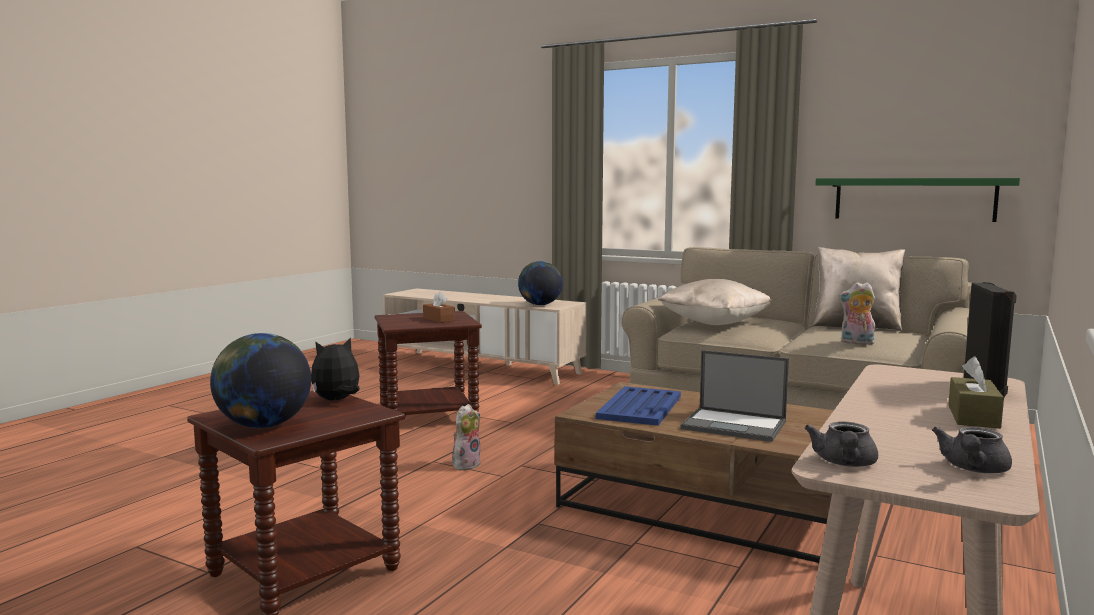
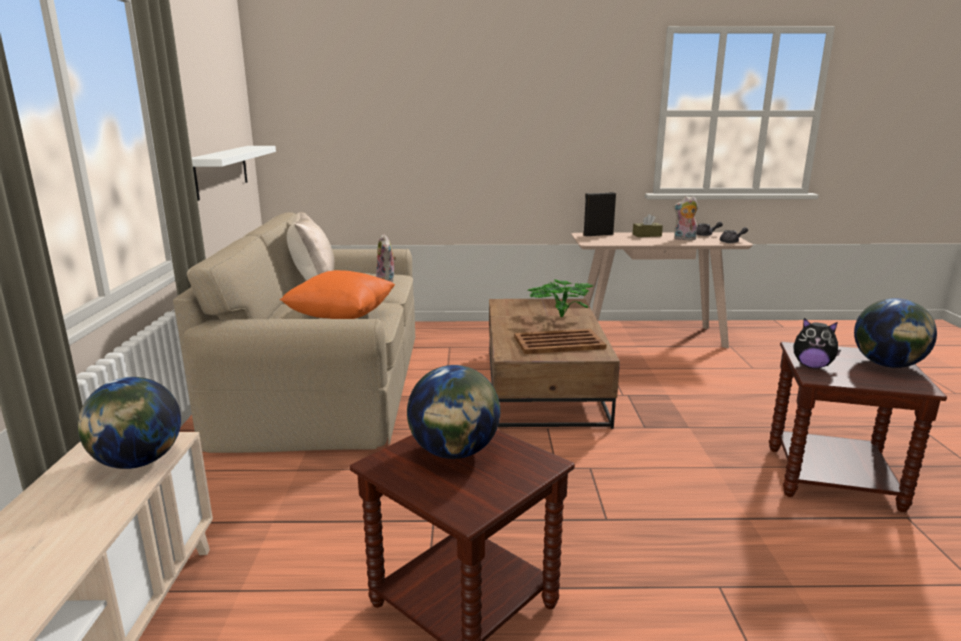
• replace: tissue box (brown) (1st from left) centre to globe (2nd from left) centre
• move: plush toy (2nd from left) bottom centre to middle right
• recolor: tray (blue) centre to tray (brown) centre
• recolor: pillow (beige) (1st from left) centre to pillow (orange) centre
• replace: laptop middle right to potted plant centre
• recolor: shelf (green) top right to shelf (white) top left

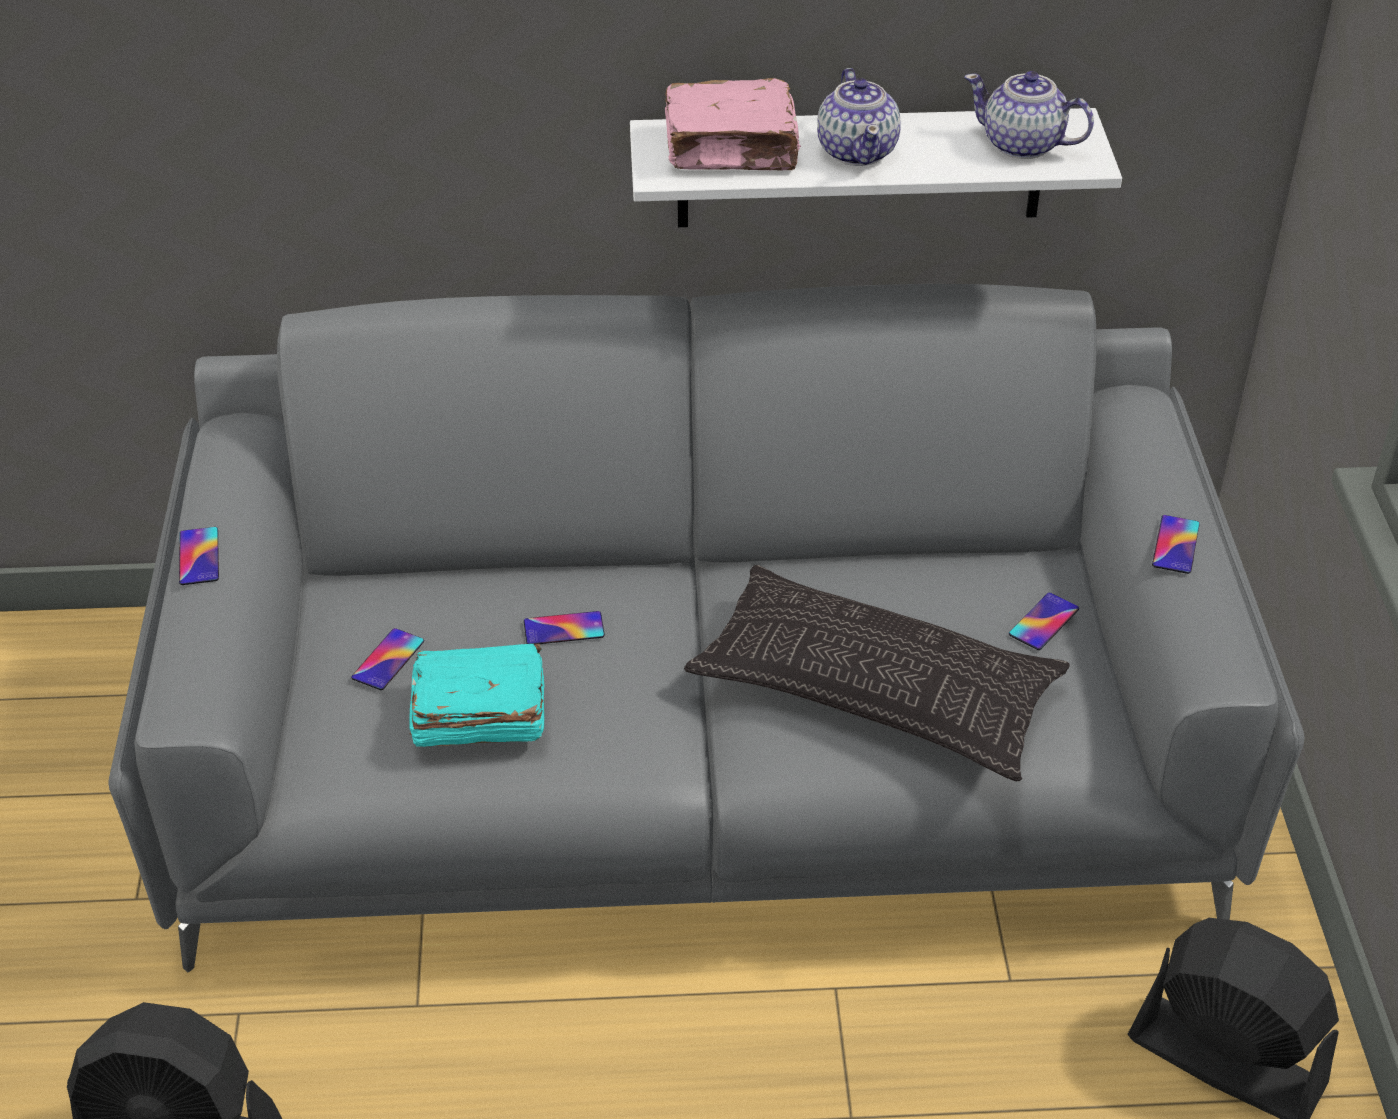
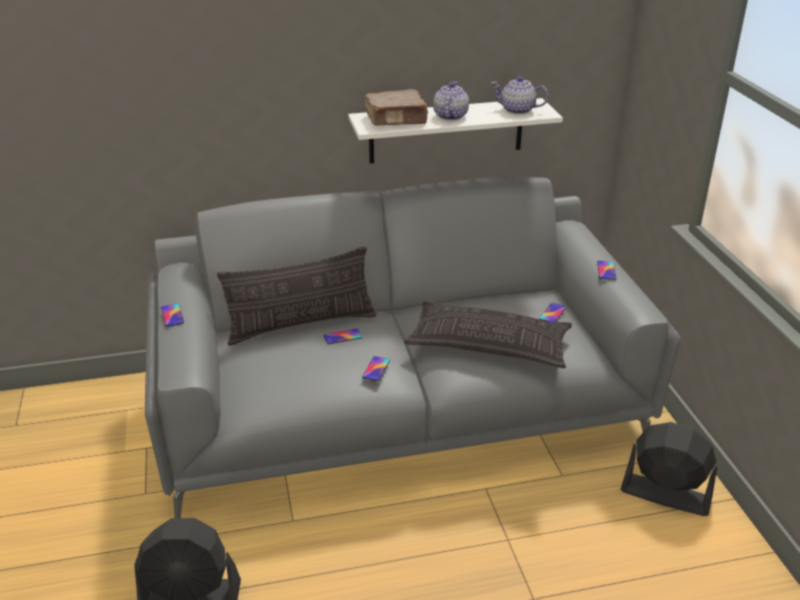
• move: phone (2nd from left in the first image) middle left to phone (3rd from left) centre
• delete: book (turquoise) centre
• recolor: book (pink) top centre to book (brown) top centre
• rotate: teapot (1st from left) top centre = top centre 150 degrees counterclockwise
• insert: pillow (1st from left) centre

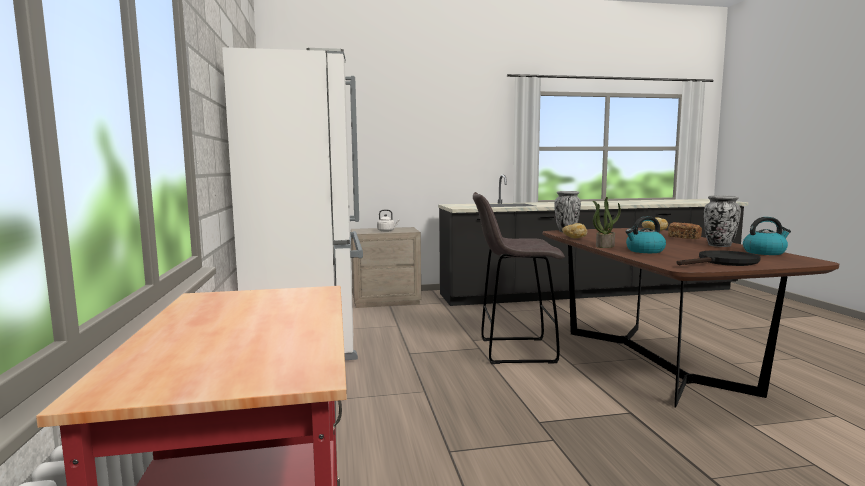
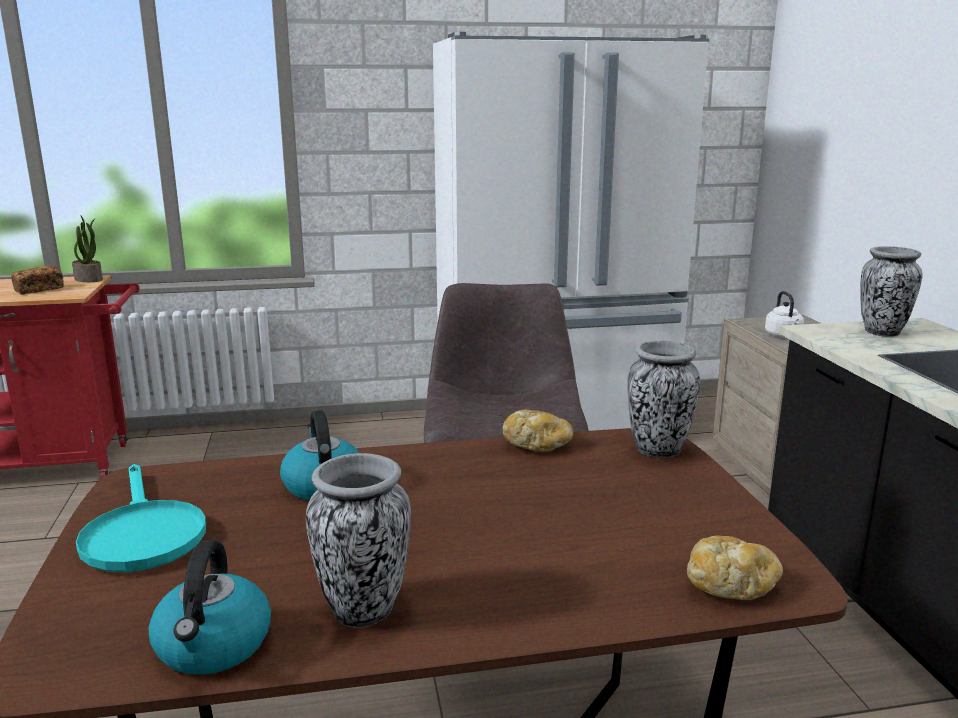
• move: potted plant middle right to middle left
• move: bread (3rd from left in the first image) middle right to bread (1st from left) middle left
• recolor: frying pan (black) middle right to frying pan (turquoise) bottom left
• insert: vase (3rd from left) middle right

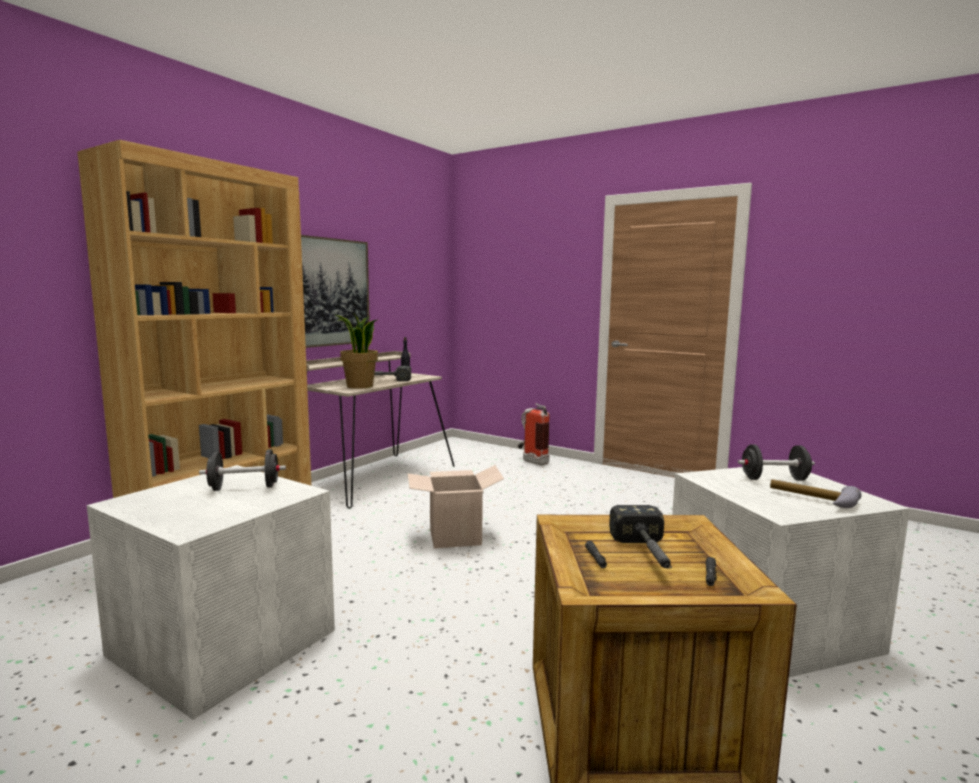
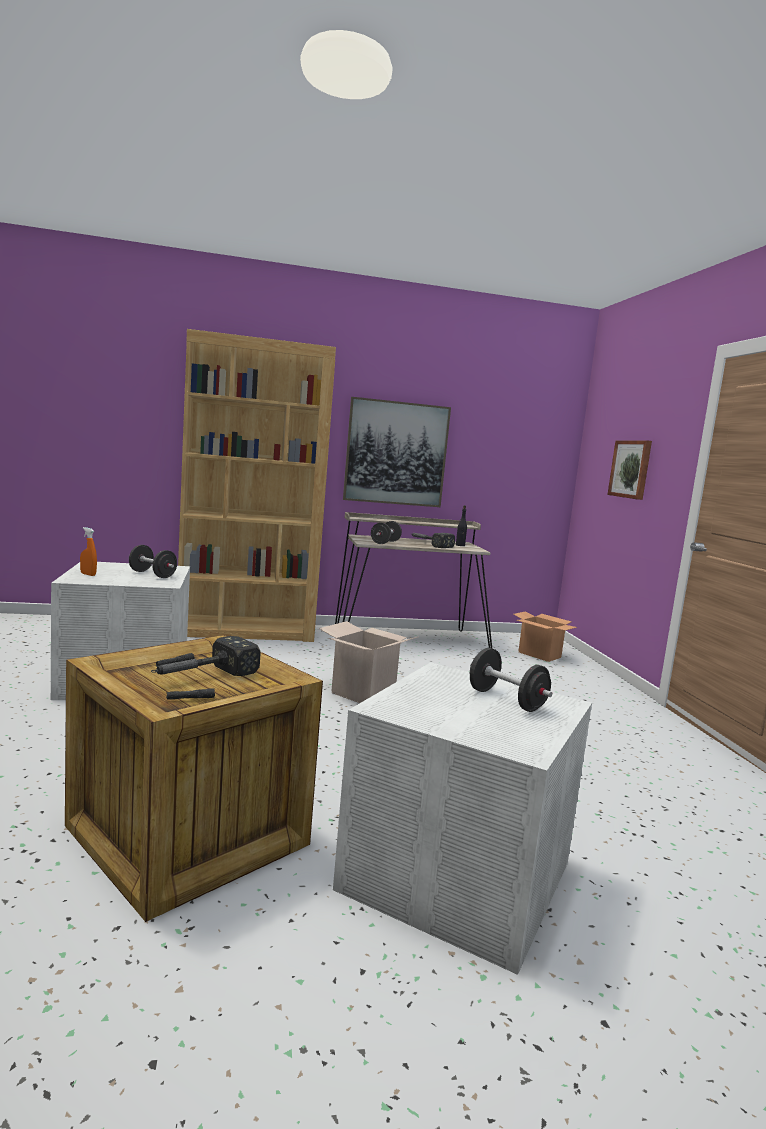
• replace: potted plant centre to dumbbell (black) (2nd from left) centre
• delete: fire extinguisher centre
• delete: hammer (3rd from left) middle right
• insert: spray bottle (orange) middle left
• insert: cardboard box (2nd from left) middle right
• insert: picture (2nd from left) middle right

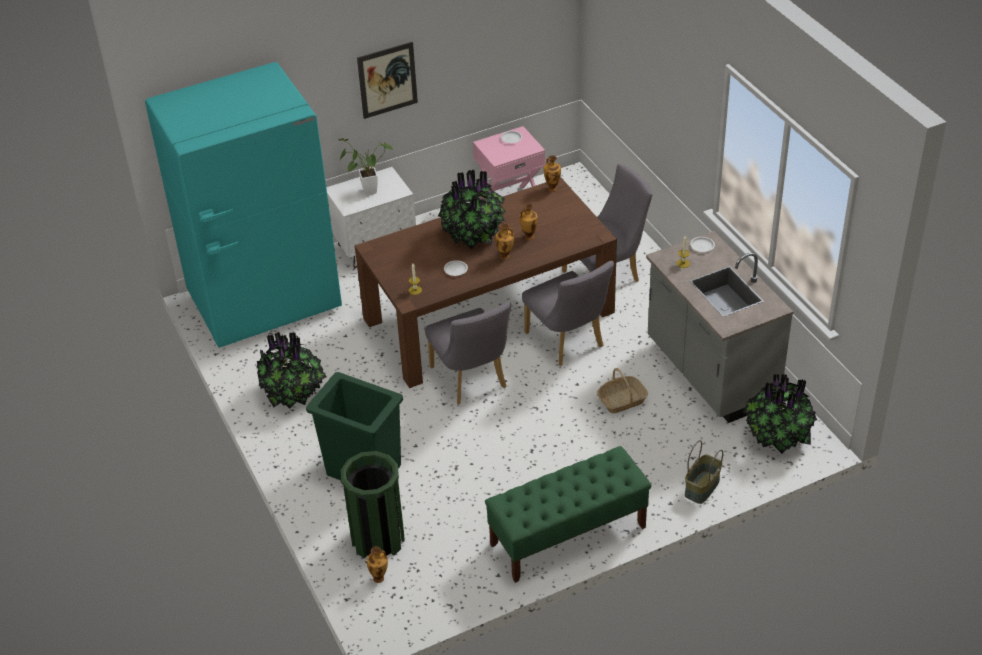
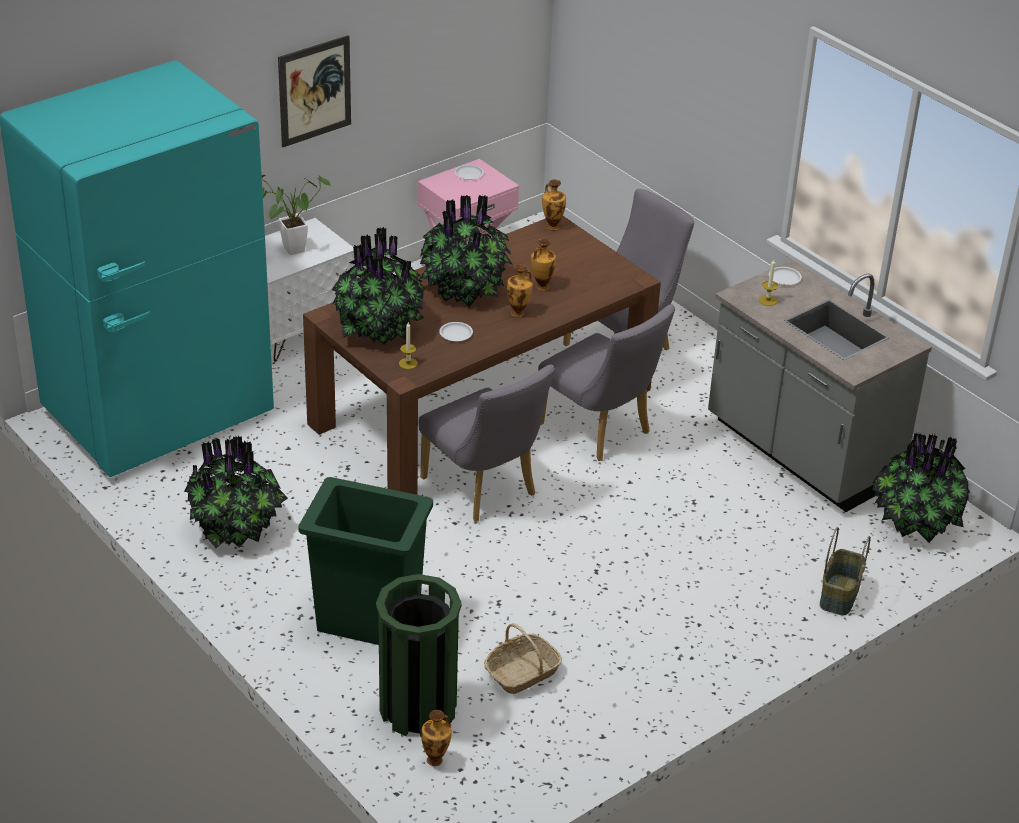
• delete: bench (green) bottom centre
• move: basket (1st from left) centre to bottom centre
• insert: potted plant (3rd from left) centre

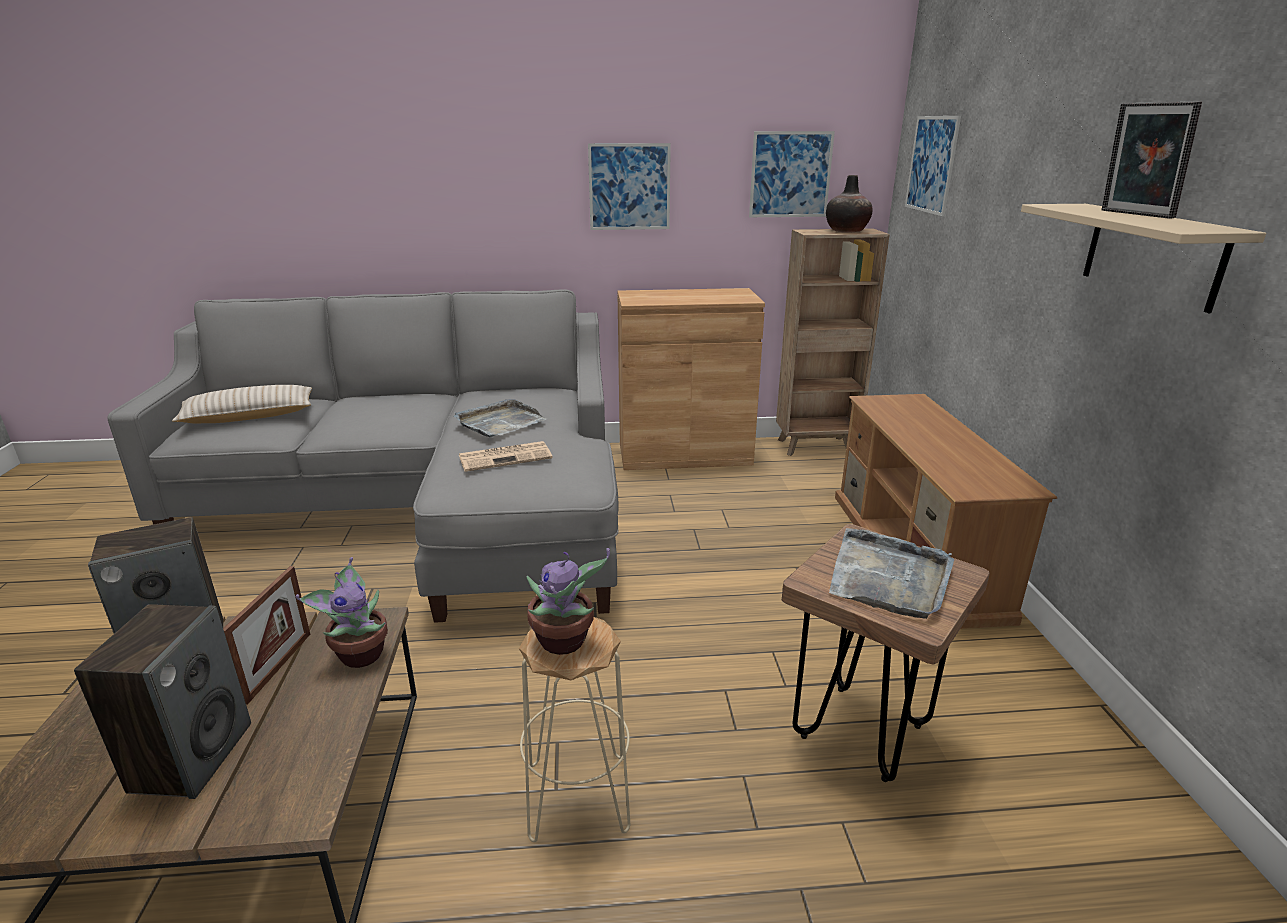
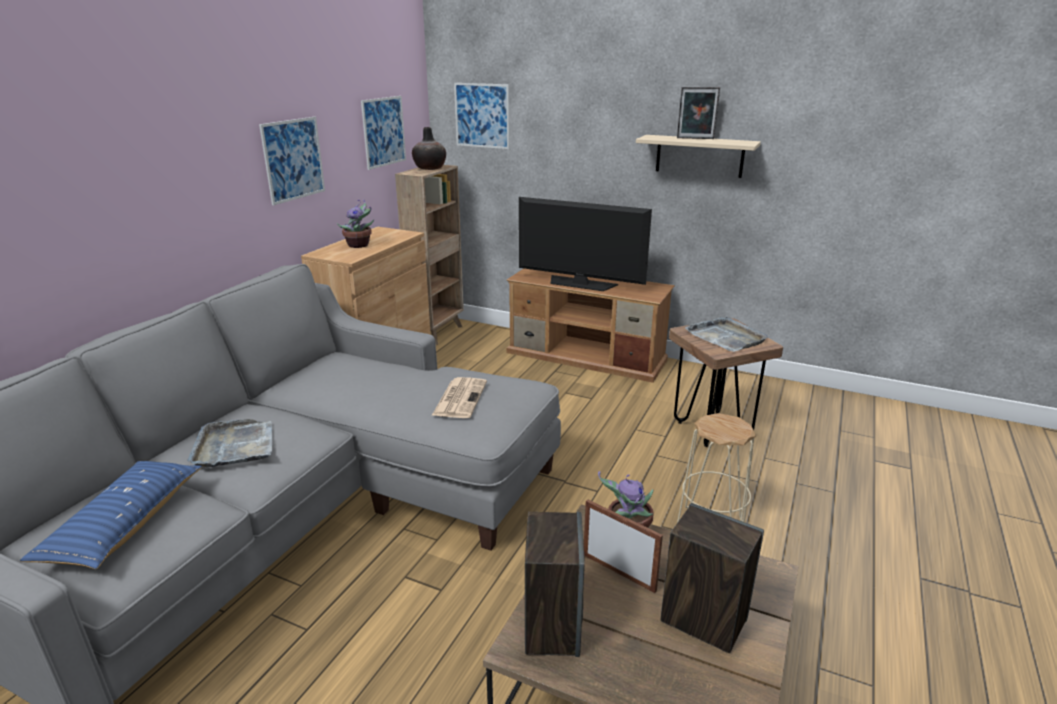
• recolor: pillow (beige) middle left to pillow (blue) bottom left
• move: tray (grey) (1st from left) centre to middle left
• move: potted plant (2nd from left in the first image) centre to potted plant (1st from left) top centre
• insert: television centre

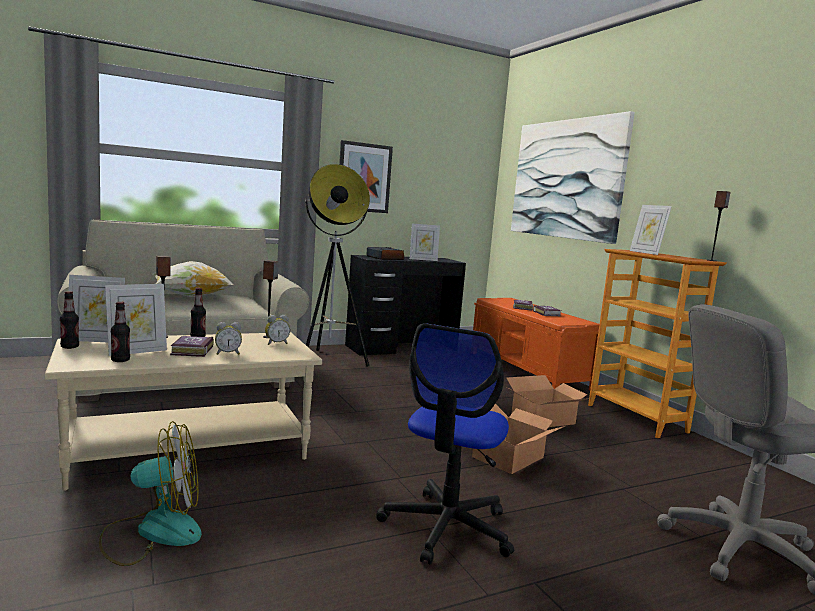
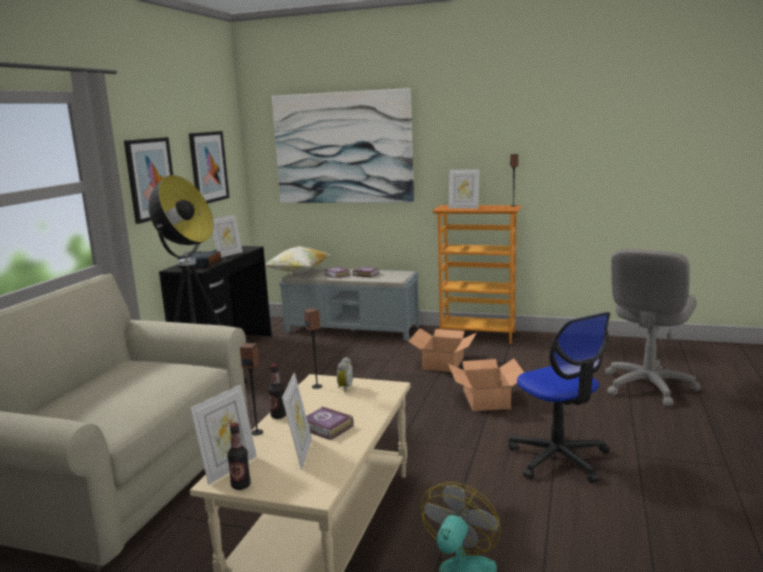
• delete: bottle (2nd from left) middle left
• move: pillow middle left to centre
• delete: alarm clock (1st from left) middle left
• recolor: bench (orange) centre to bench (grey) centre
• insert: picture (2nd from left) top left

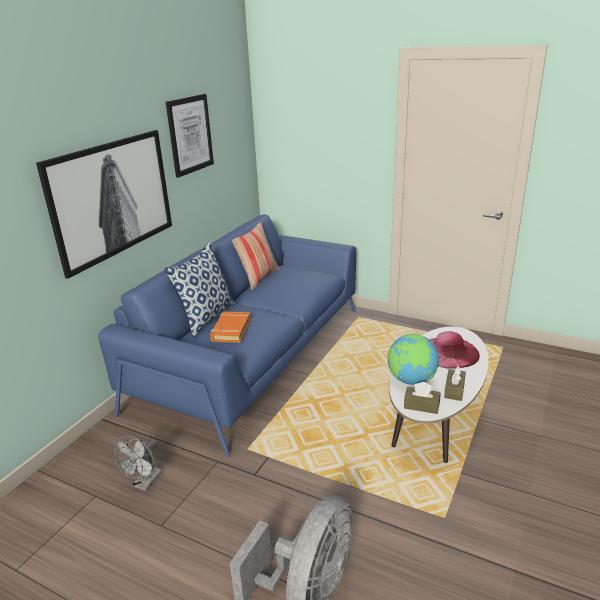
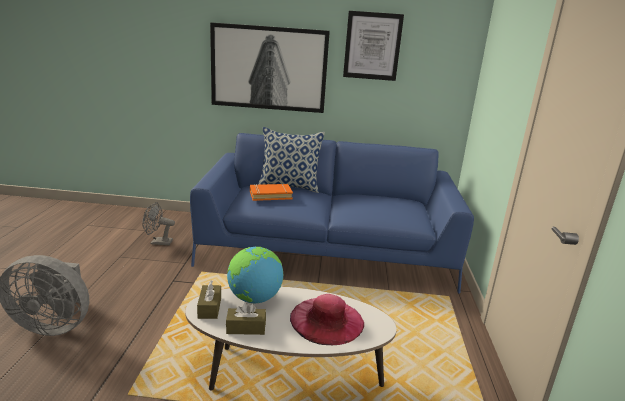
• delete: pillow (2nd from left) centre

